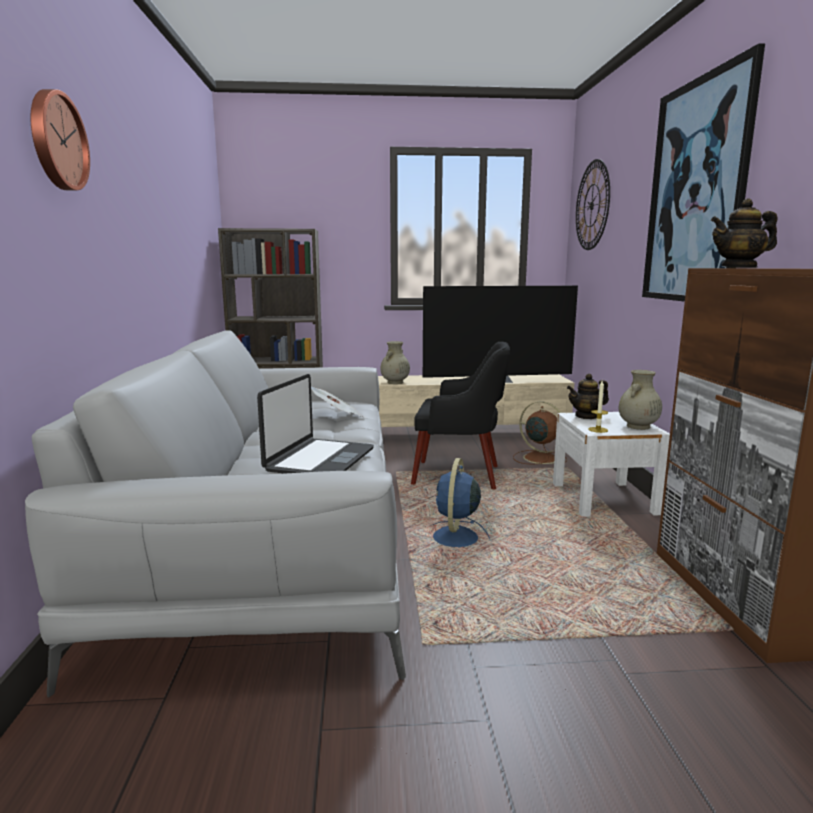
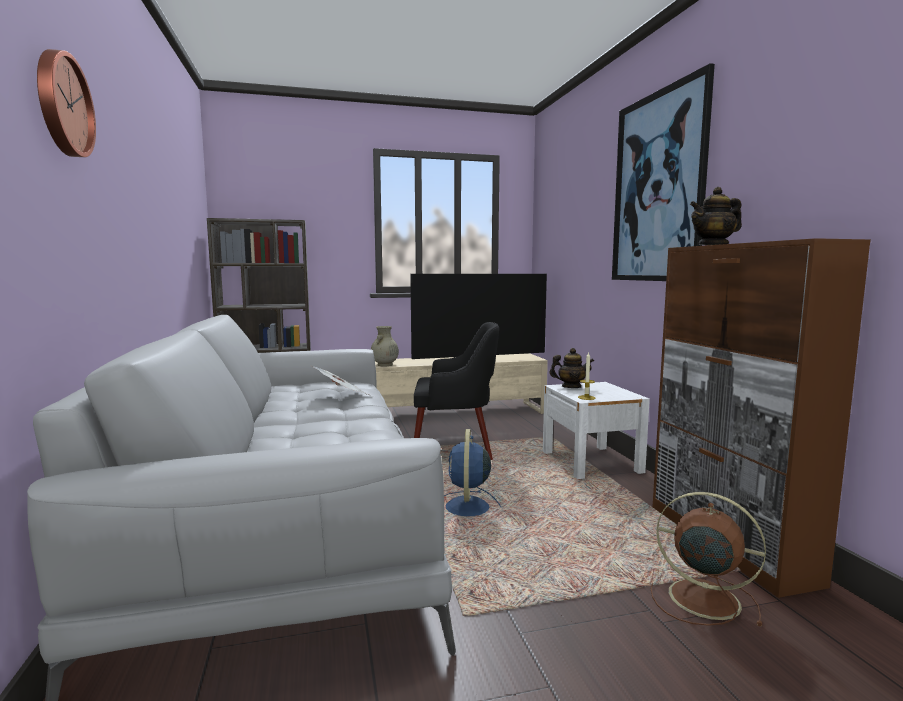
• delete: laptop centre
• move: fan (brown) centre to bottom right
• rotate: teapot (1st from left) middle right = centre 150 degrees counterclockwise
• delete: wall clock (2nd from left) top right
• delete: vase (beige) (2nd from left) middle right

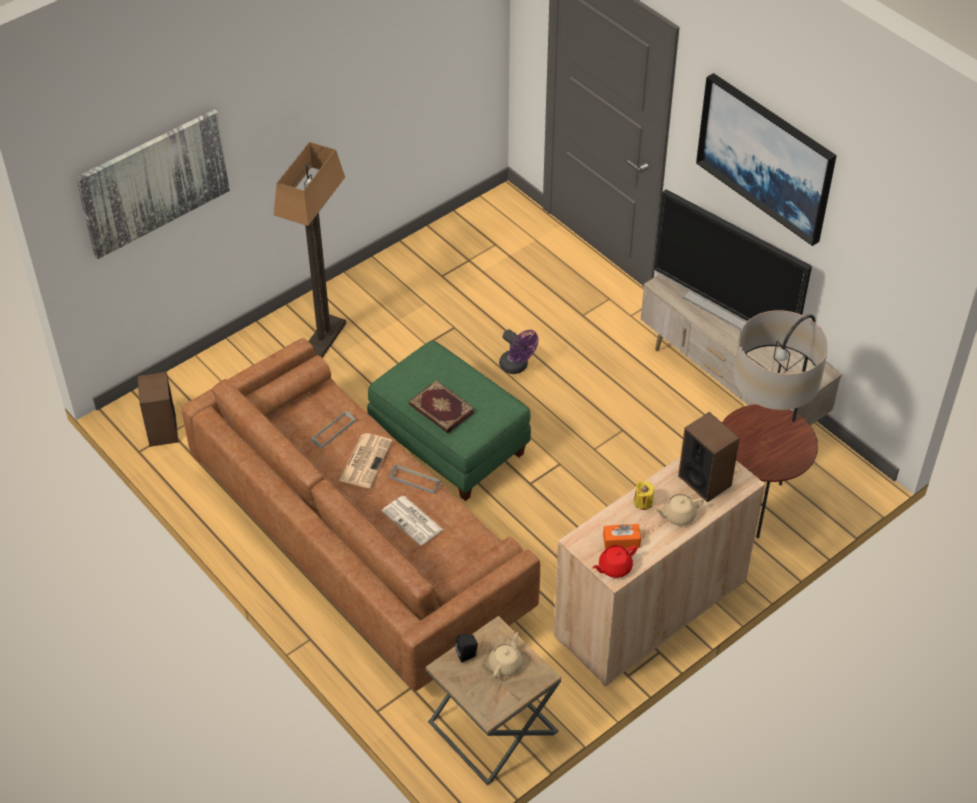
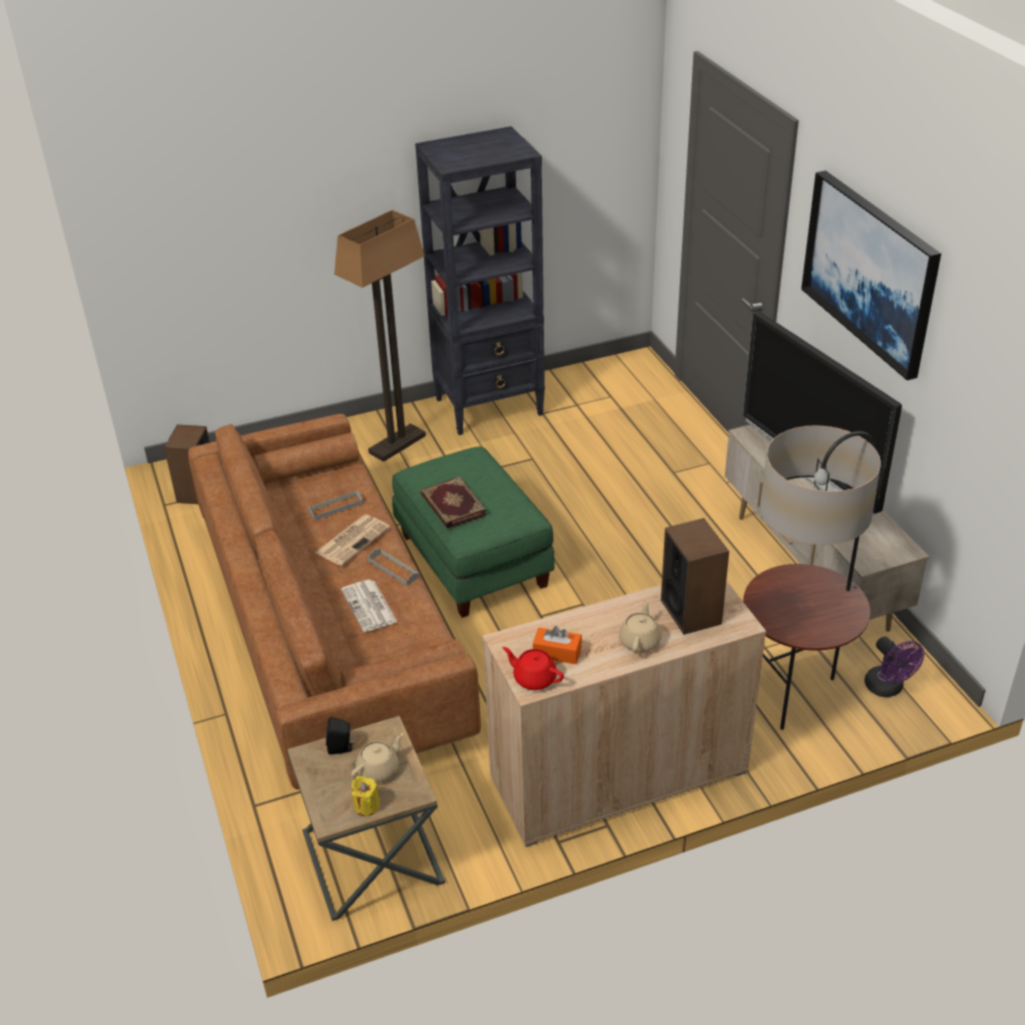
• delete: picture (1st from left) top left
• move: fan (purple) centre to middle right
• rotate: teapot (red) bottom centre = centre 45 degrees clockwise
• move: candle (yellow) centre to bottom centre
• rotate: teapot (beige) (2nd from left) middle right = centre 105 degrees clockwise
• insert: bookcase (black) top centre

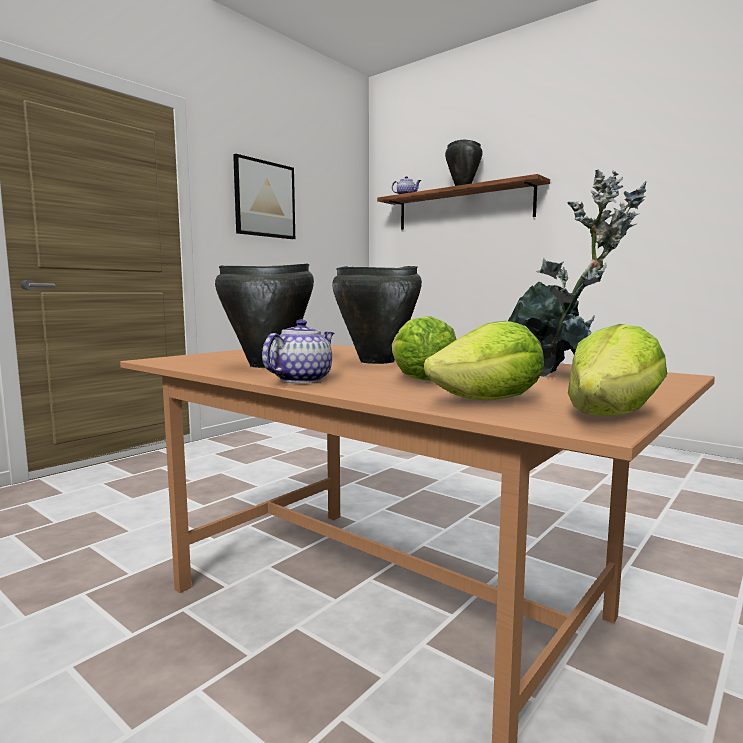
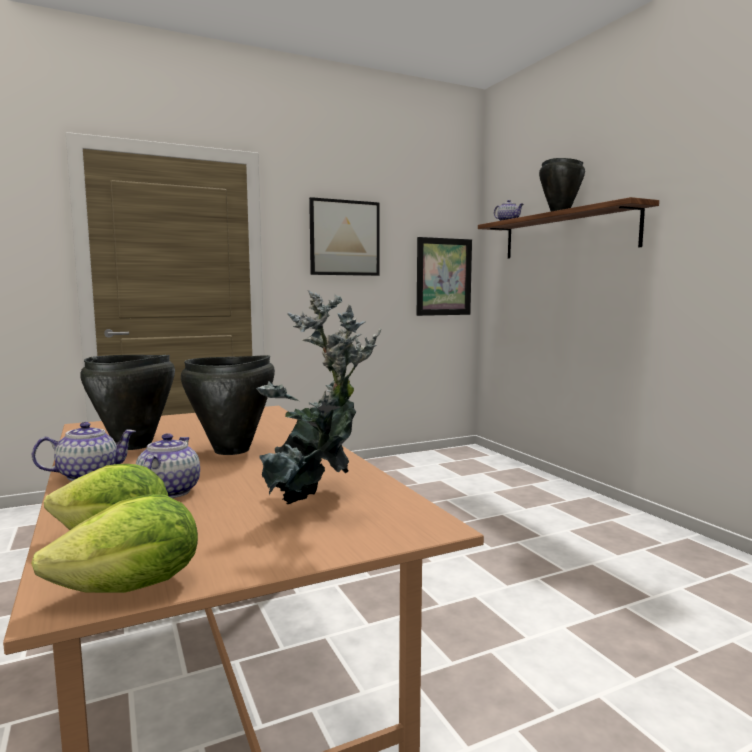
• replace: lettuce (1st from left) centre to teapot (2nd from left) middle left
• insert: picture (2nd from left) centre

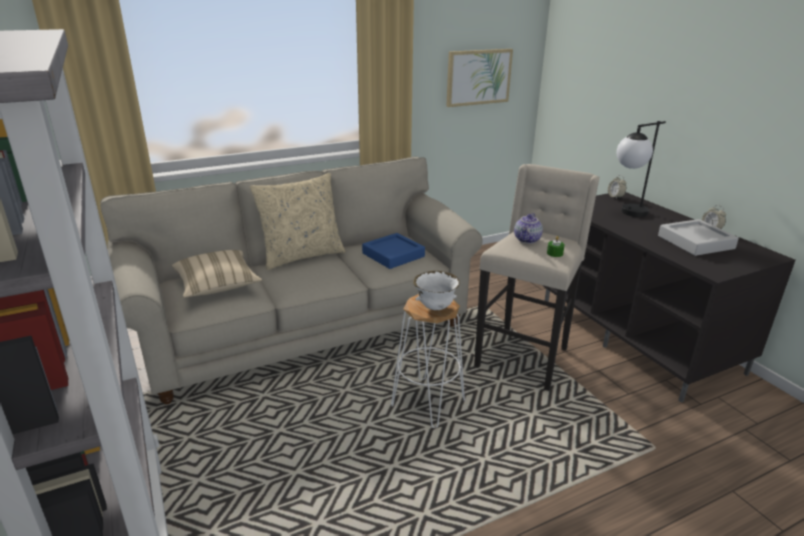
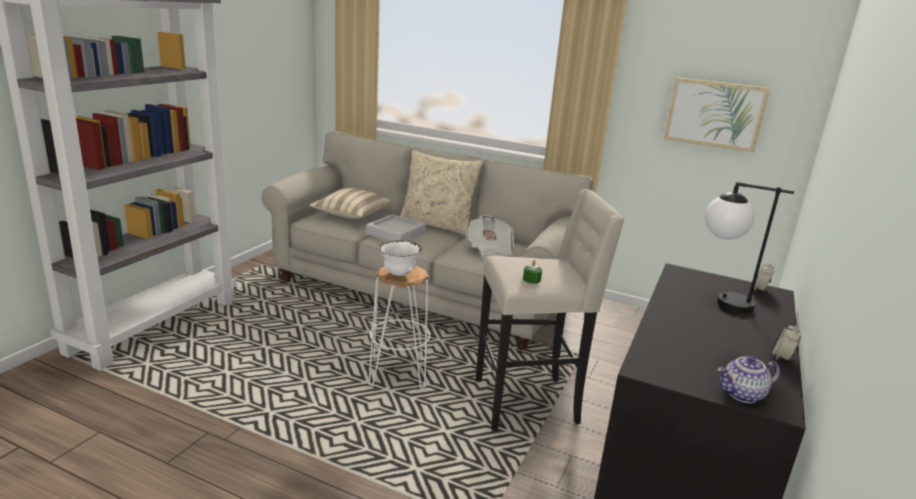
• replace: tray (blue) centre to newspaper centre
• move: teapot centre to bottom right
• move: tray (grey) middle right to centre

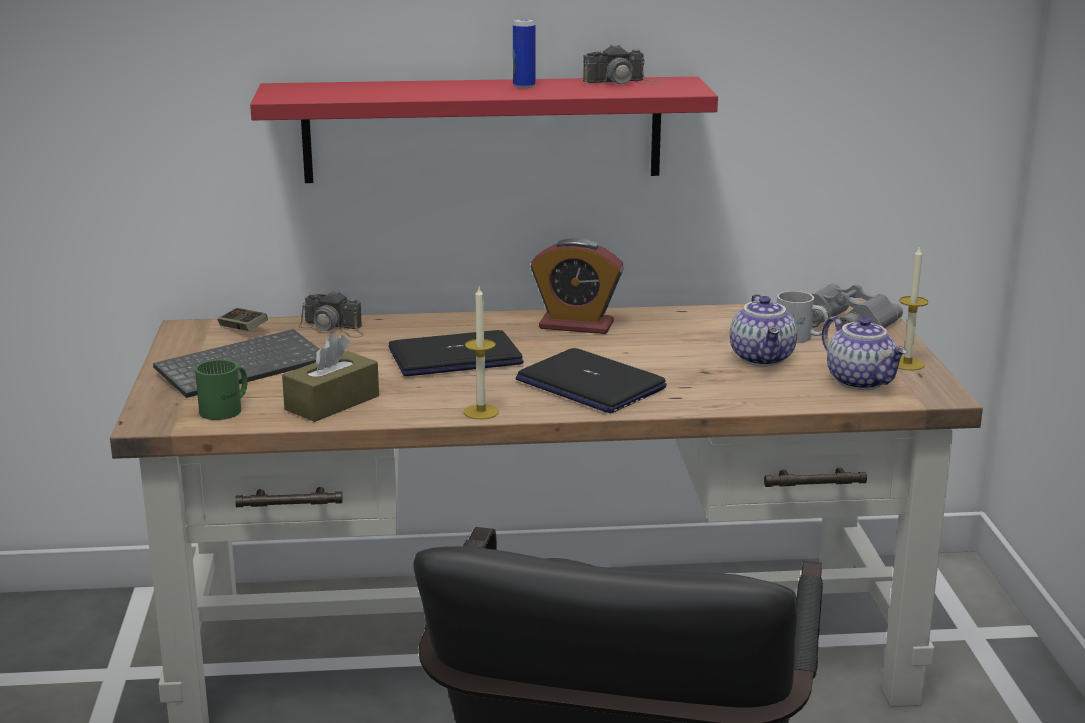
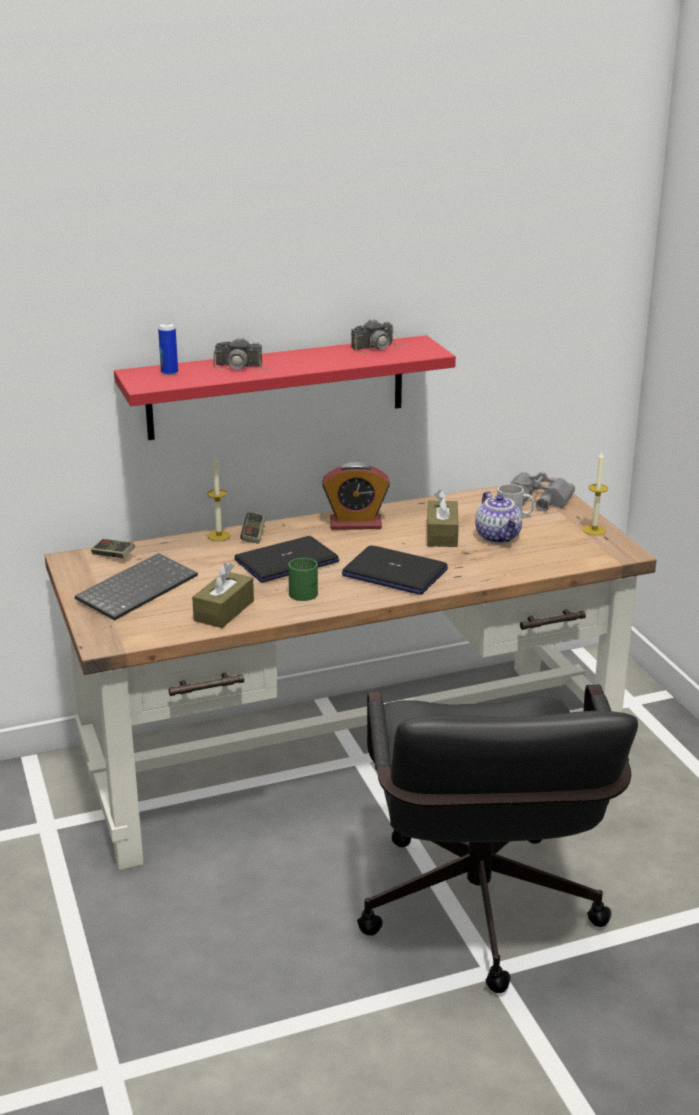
• move: mug (green) middle left to centre
• move: photo camera (1st from left) middle left to top centre
• move: candle (1st from left) centre to middle left
• move: can top centre to top left
• delete: teapot (2nd from left) middle right
• insert: game controller (2nd from left) centre
• insert: tissue box (brown) (2nd from left) centre

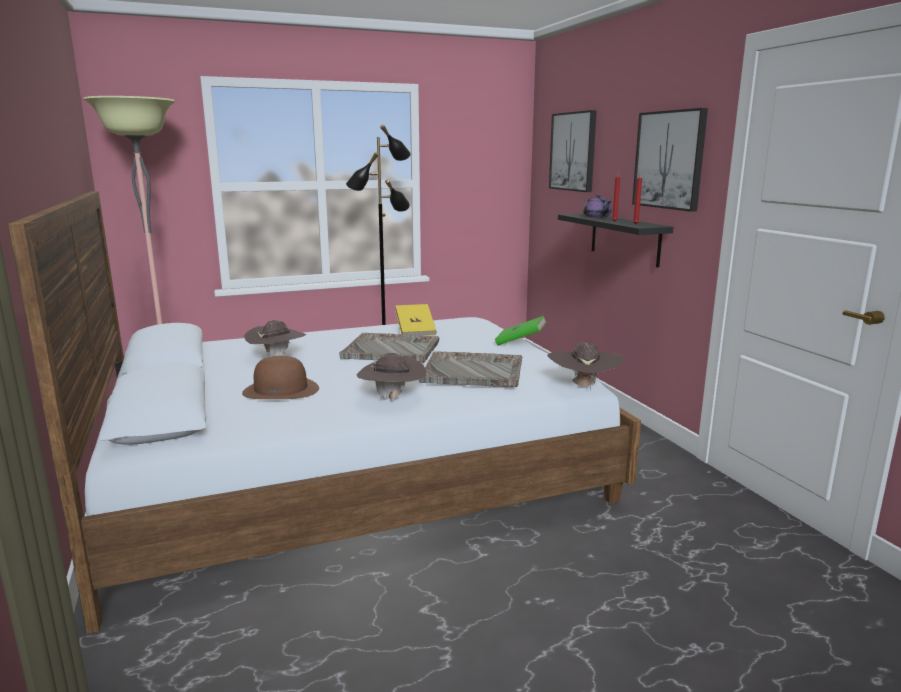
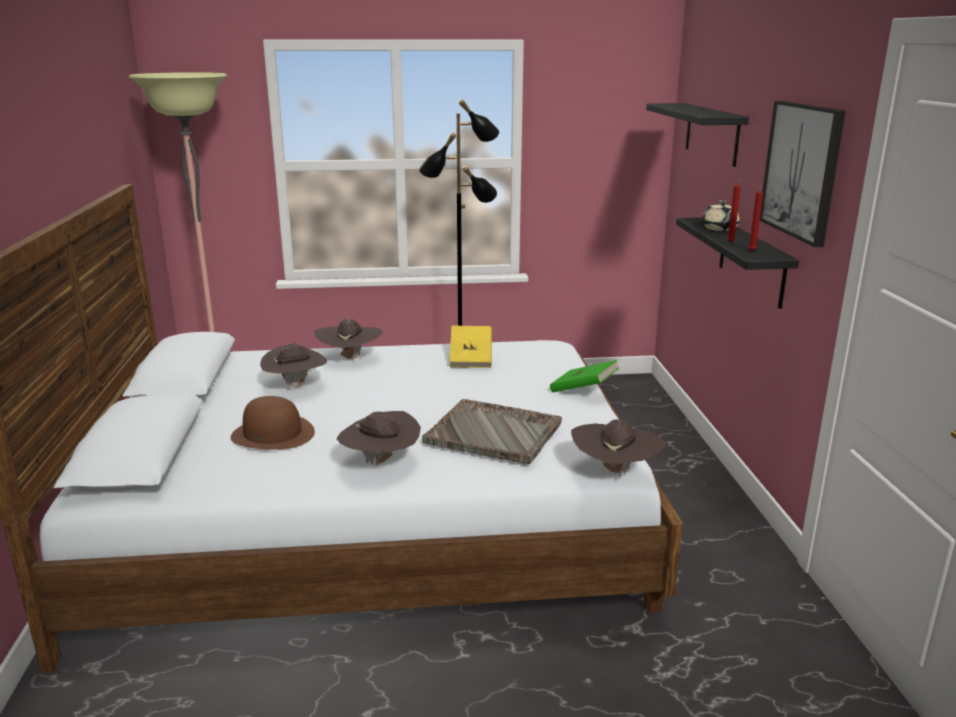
• delete: tray (grey) (1st from left) centre
• replace: picture (1st from left) top centre to shelf (black) (1st from left) top right
• recolor: teapot (purple) top centre to teapot (beige) top right
• insert: hat (brown) (3rd from left) centre

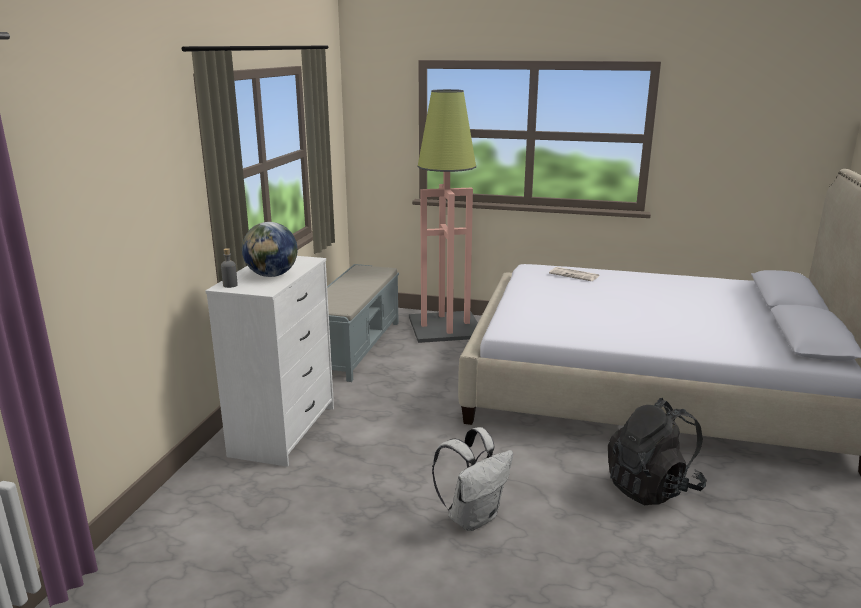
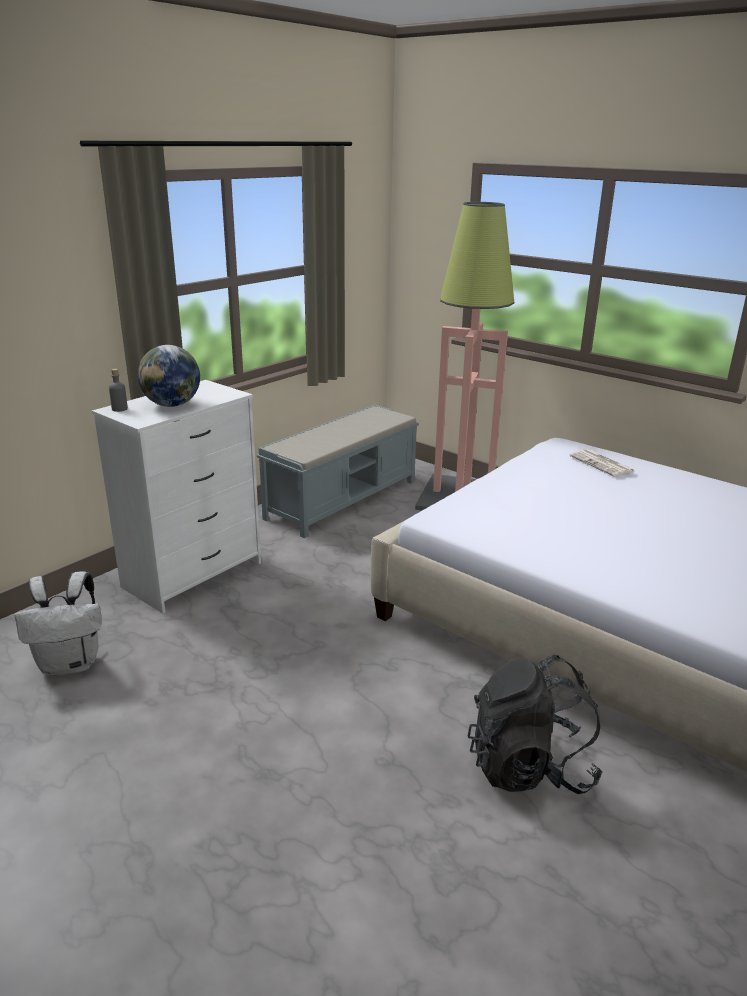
• move: backpack (white) bottom centre to middle left

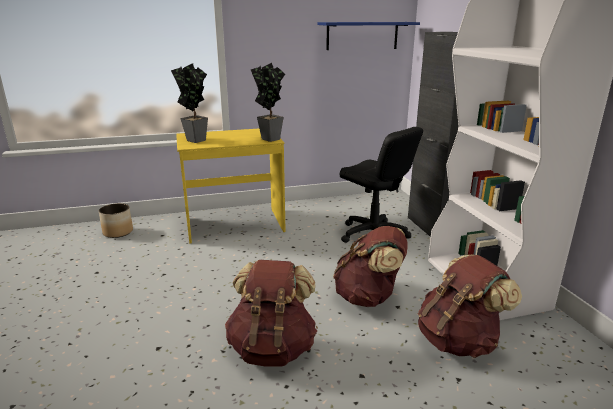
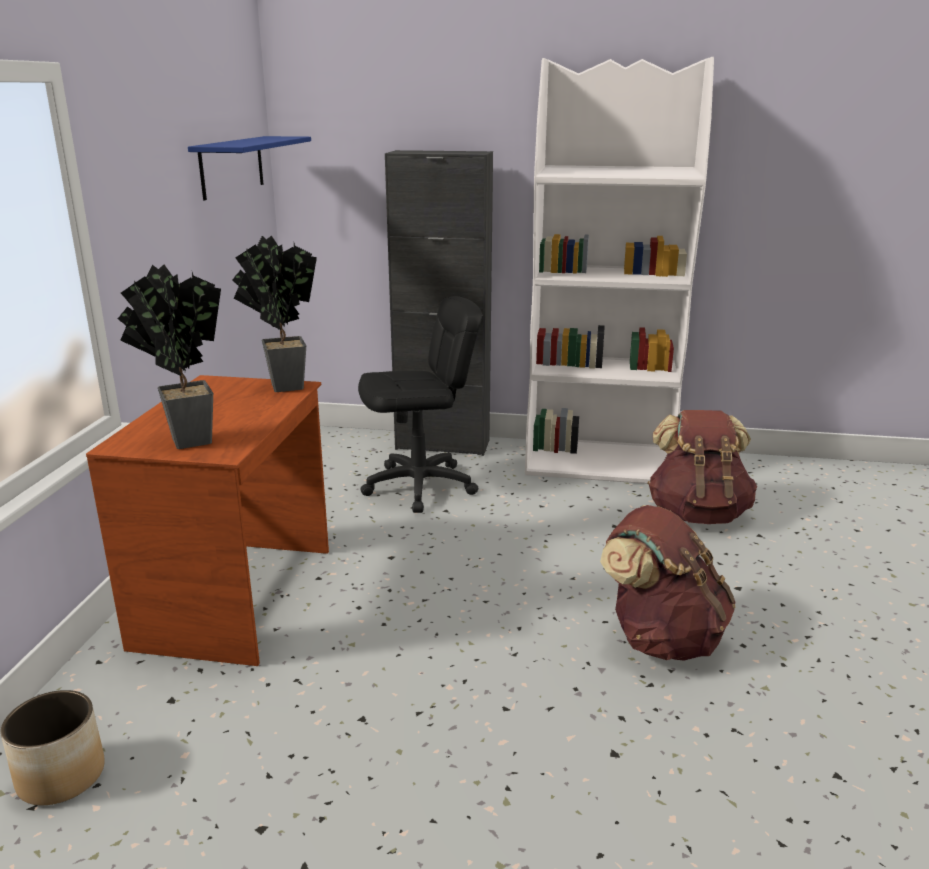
• recolor: desk (yellow) centre to desk (brown) middle left
• delete: backpack (brown) (2nd from left) centre

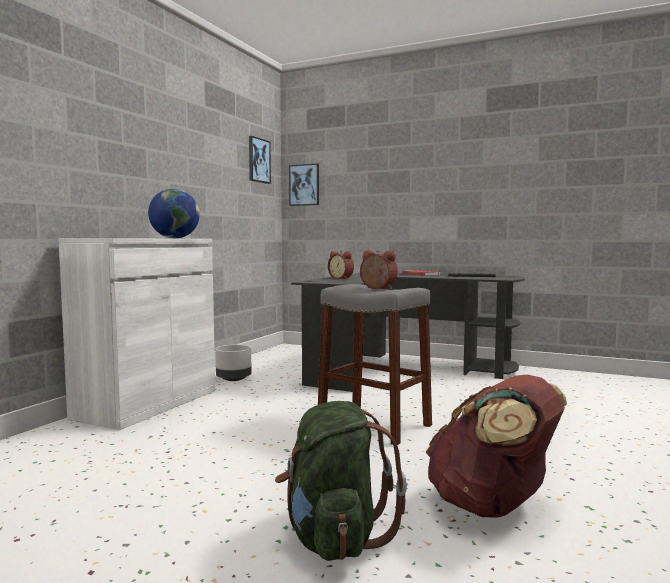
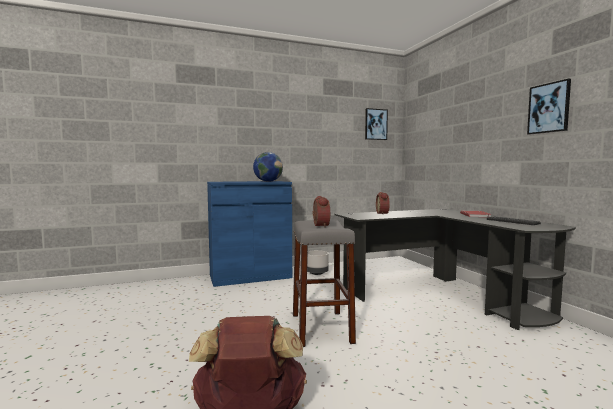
• recolor: cabinet (white) middle left to cabinet (blue) centre
• delete: backpack (green) bottom centre
• move: picture (2nd from left) top centre to top right

